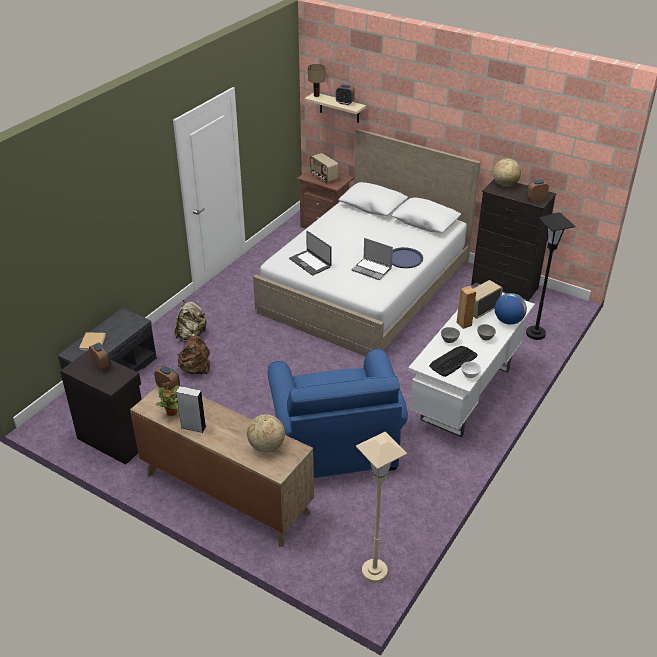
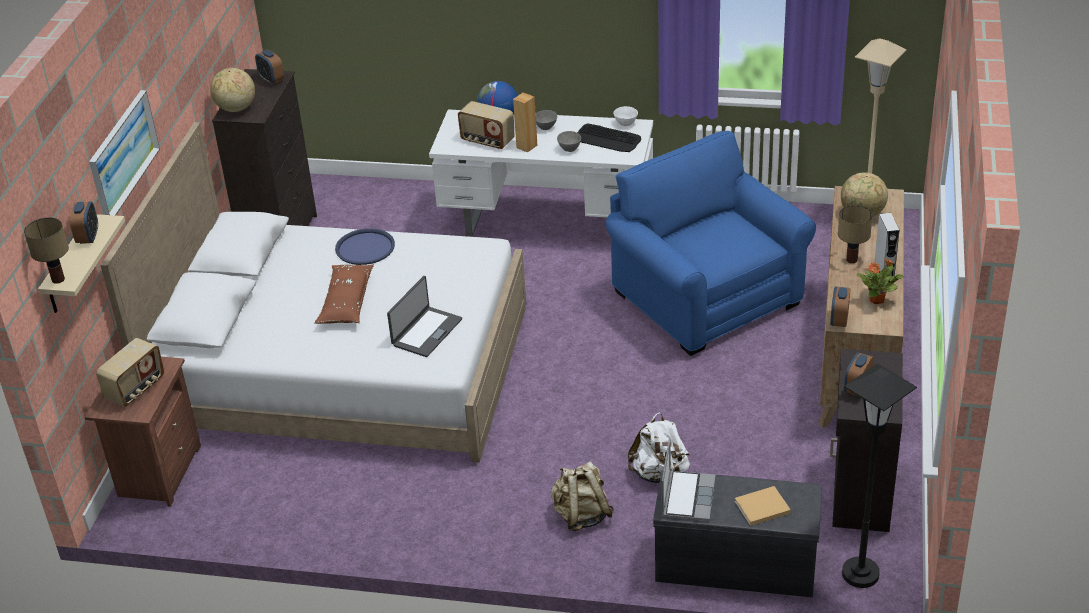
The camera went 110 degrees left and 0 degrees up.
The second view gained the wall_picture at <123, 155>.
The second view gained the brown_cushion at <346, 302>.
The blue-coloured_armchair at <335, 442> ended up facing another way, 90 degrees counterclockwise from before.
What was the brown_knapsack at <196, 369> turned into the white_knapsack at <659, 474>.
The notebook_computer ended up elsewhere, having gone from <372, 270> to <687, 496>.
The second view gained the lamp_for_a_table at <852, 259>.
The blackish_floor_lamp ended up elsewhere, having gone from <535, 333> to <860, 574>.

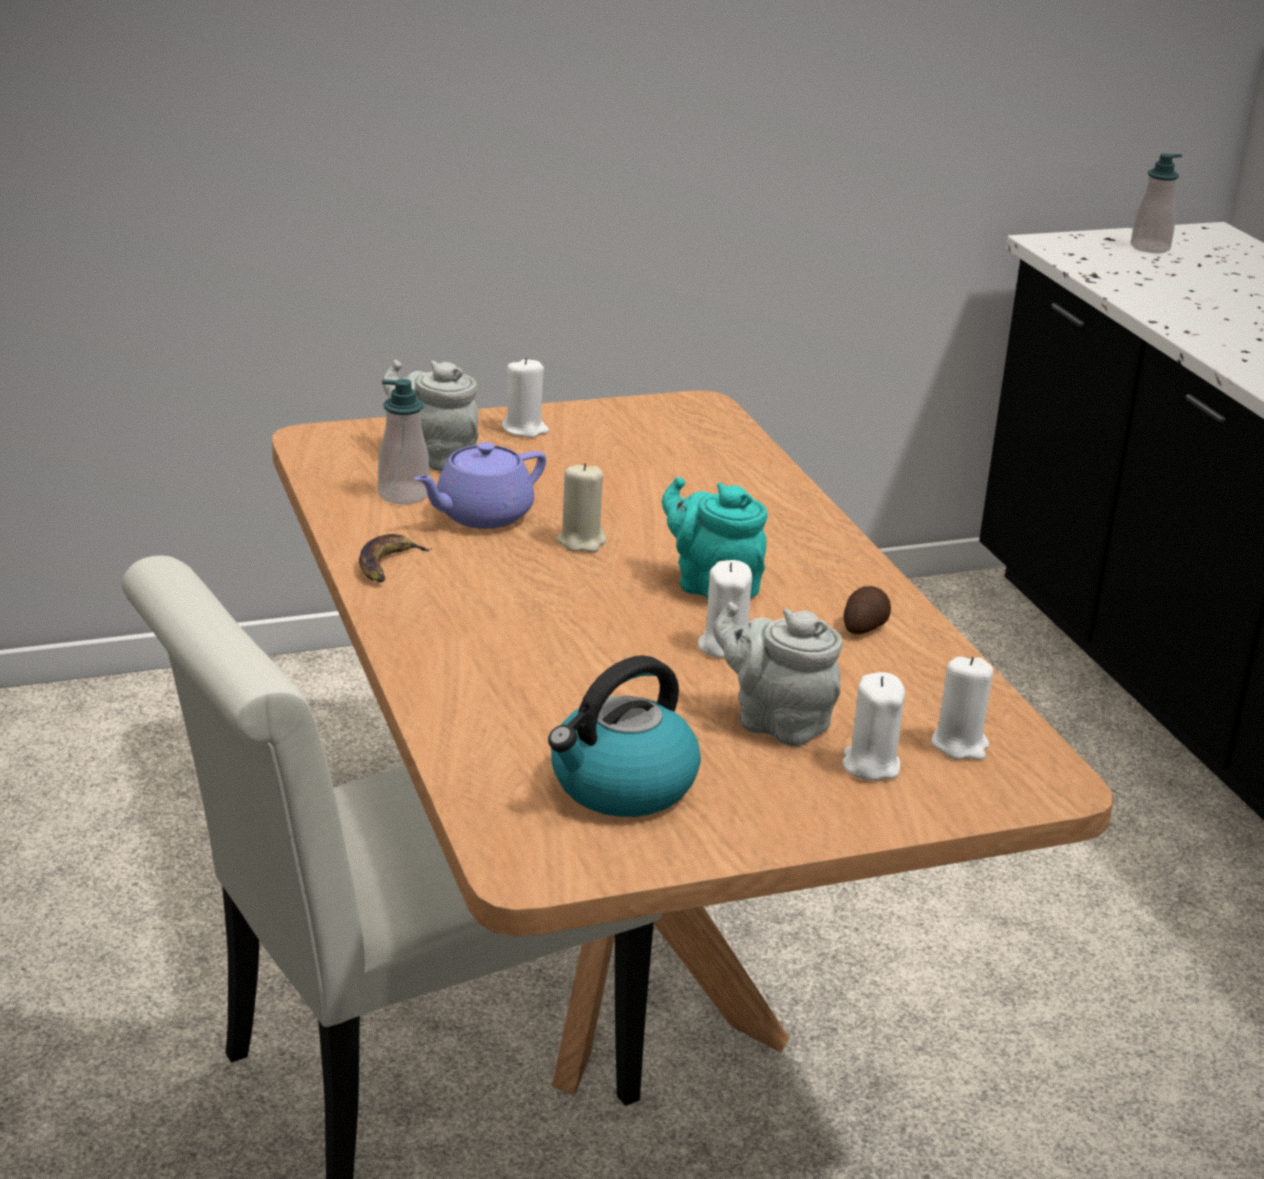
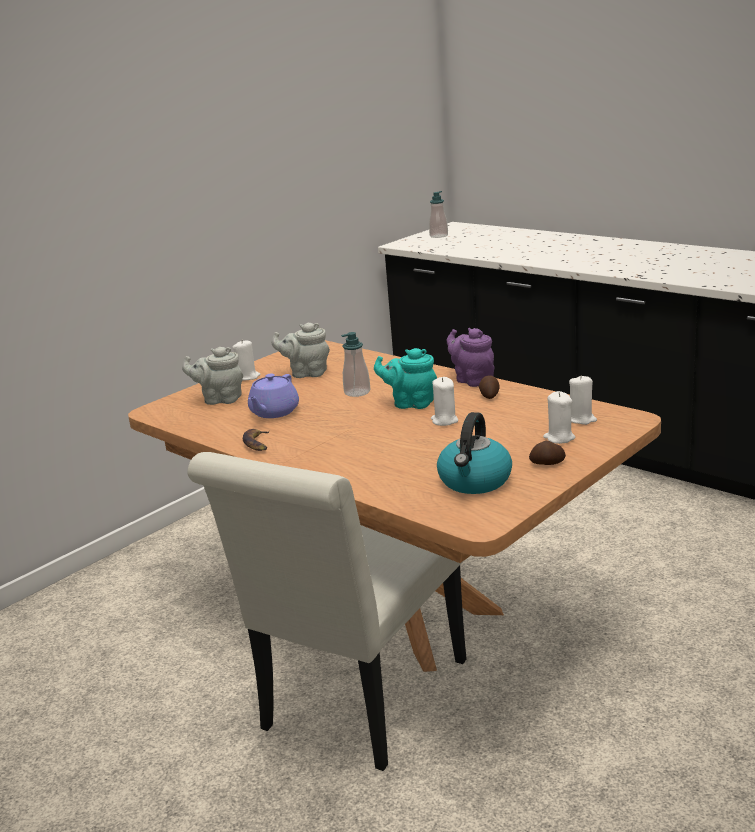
The camera went 25 degrees left and 5 degrees down.
The grey_pot_for_tea ended up elsewhere, having gone from <776, 722> to <306, 373>.
The liquid_soap_bottle ended up elsewhere, having gone from <403, 495> to <357, 392>.
The second view gained the purplish_pot_for_tea at <472, 380>.
The second view gained the potato at <547, 463>.
The second view lost the beige_wax_light at <582, 541>.

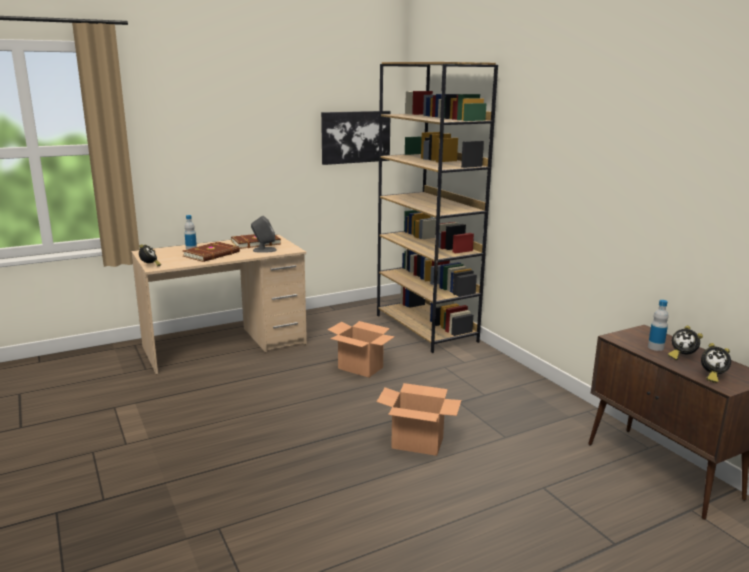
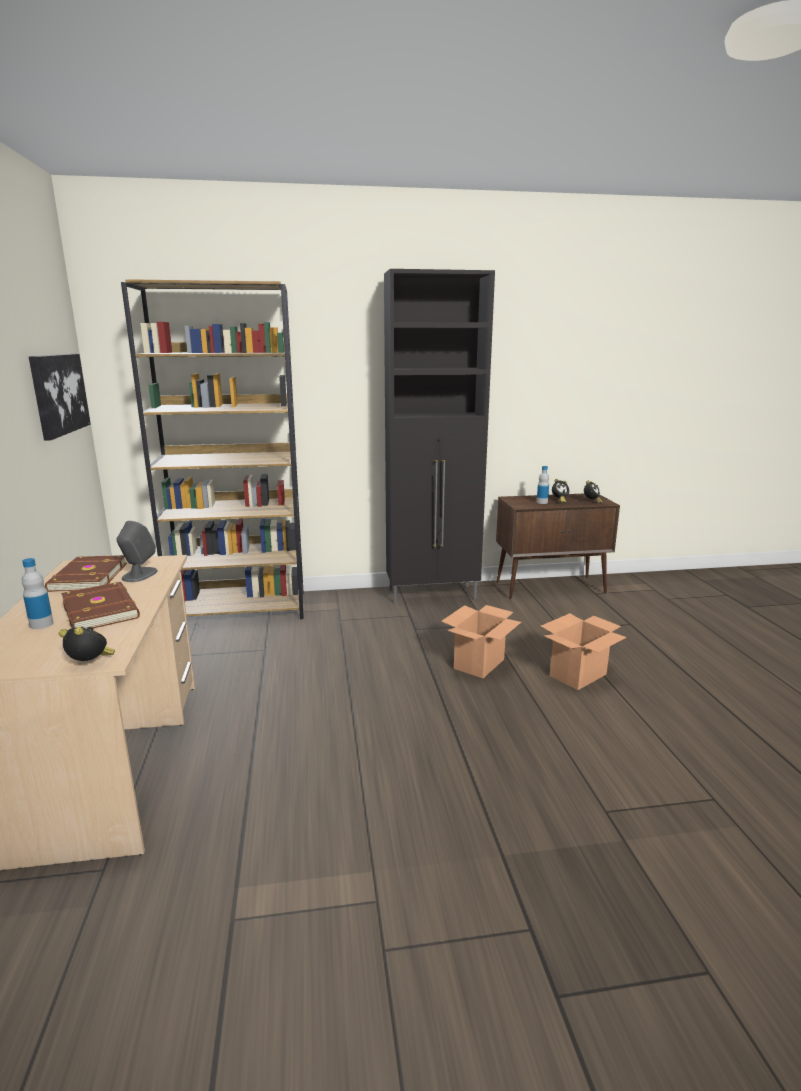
The camera went 70 degrees left and 0 degrees up.
The second view gained the blackish_cupboard at <433, 594>.
The carton ended up elsewhere, having gone from <361, 368> to <578, 674>.

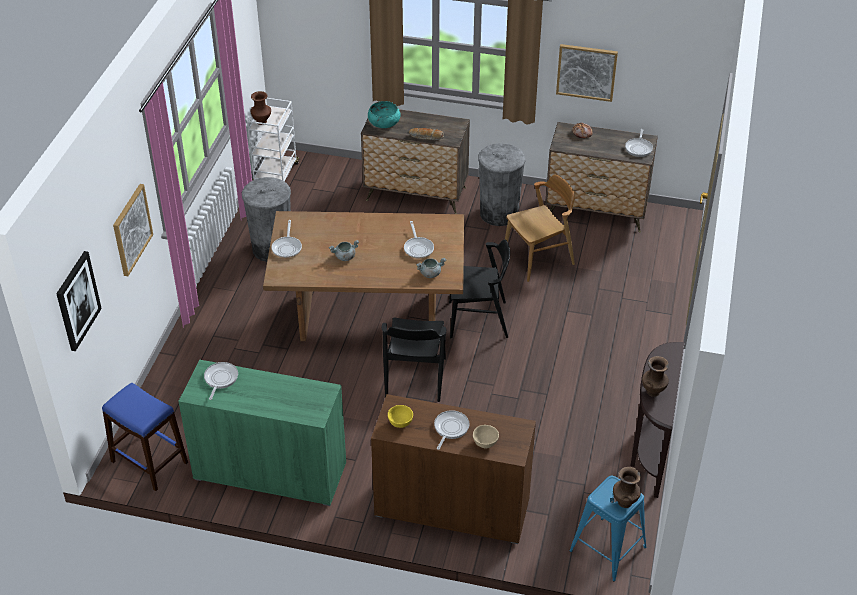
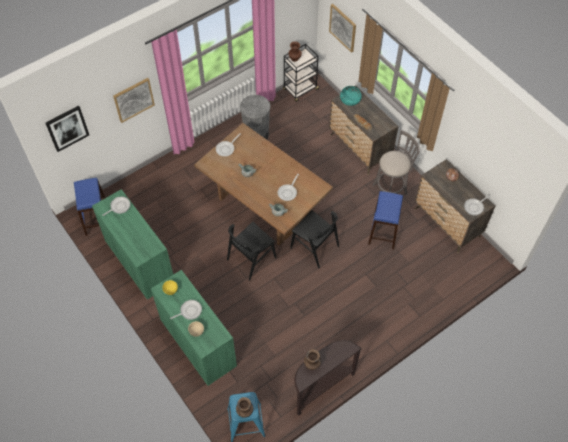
The camera went 40 degrees right and 15 degrees up.
What was the brown_cupboard at <452, 507> turned into the green_cupboard at <198, 343>.
What was the white_wheeled_cart at <276, 174> turned into the blackish_wheeled_cart at <300, 90>.
The wall_picture ended up elsewhere, having gone from <586, 72> to <343, 27>.
Where the brown_upright_chair stood at <539, 258>, the blue-coloured_stool came to stand at <384, 231>.
Where the grey_rubbish_bin stood at <499, 213>, the grey_stool came to stand at <391, 189>.

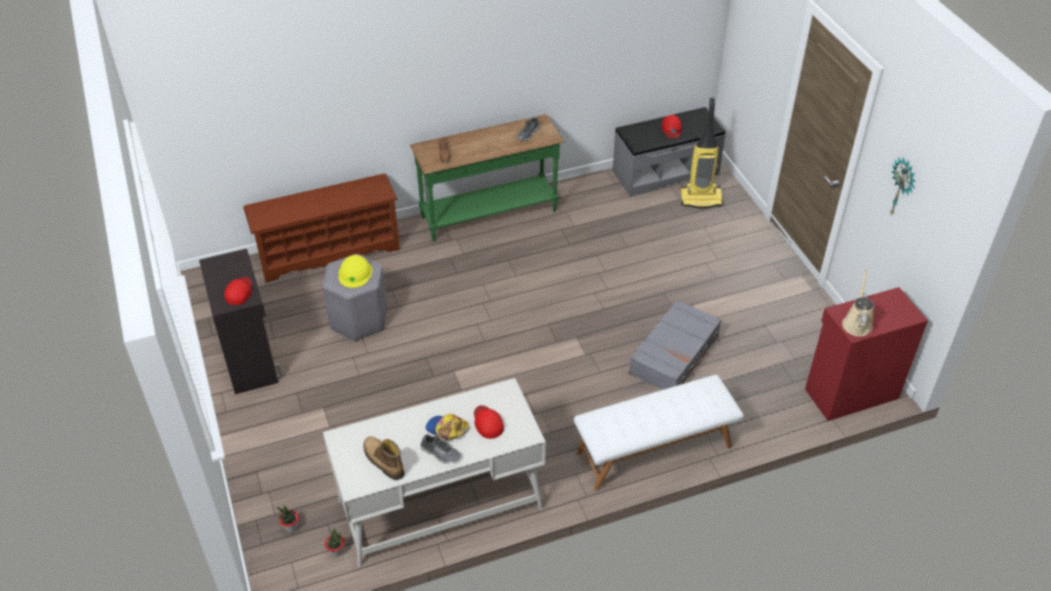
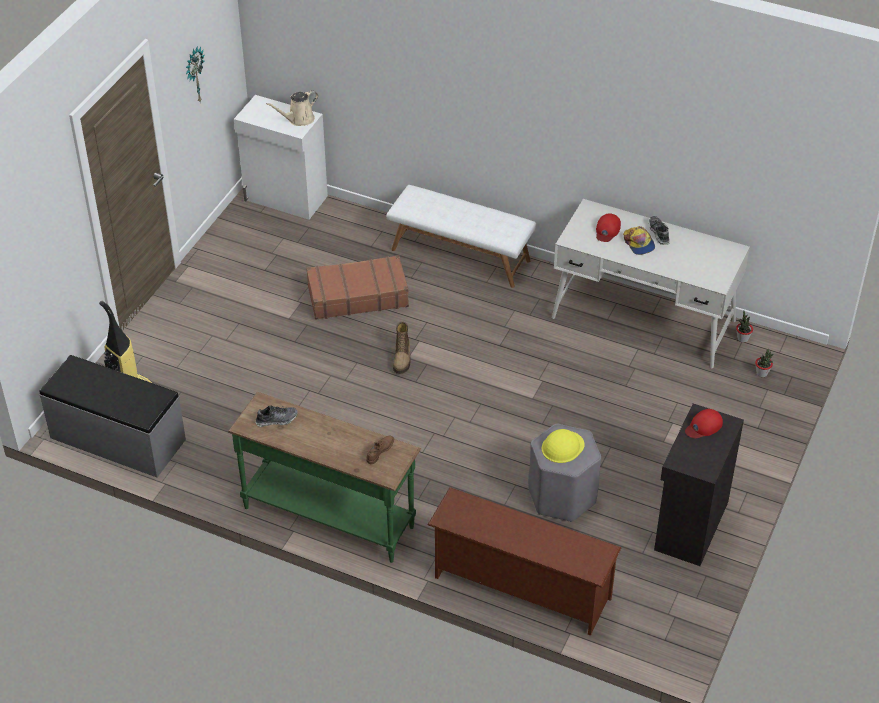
The camera went 135 degrees left and 0 degrees up.
What was the red_cupboard at <850, 393> turned into the white_cupboard at <285, 198>.
What was the grey_suitcase at <675, 355> turned into the brown_suitcase at <357, 296>.
The boot ended up elsewhere, having gone from <383, 461> to <402, 359>.
The second view lost the red_peaked_cap at <671, 129>.

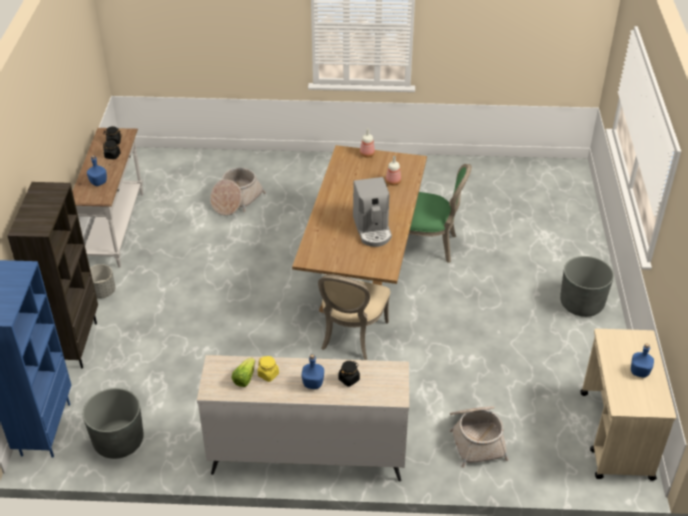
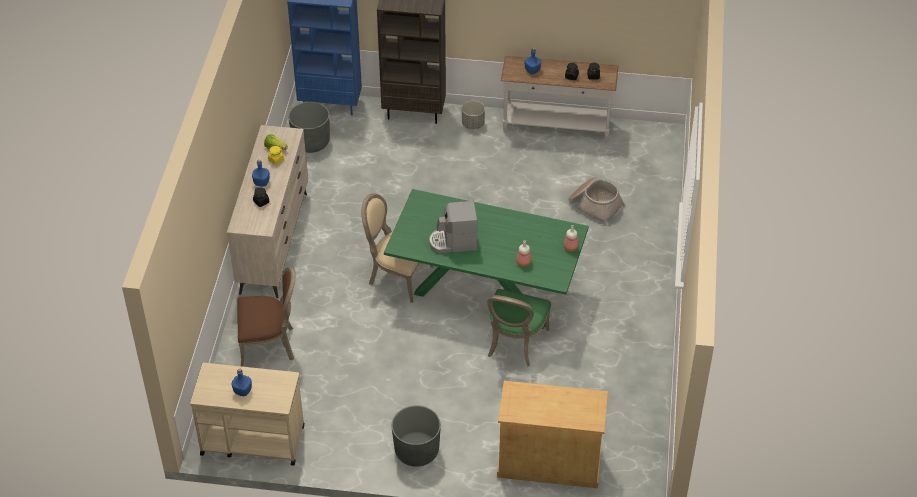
The camera went 95 degrees right and 5 degrees up.
Where the basket stood at <476, 438>, the brown_upright_chair came to stand at <269, 345>.
What was the brown_dinner_table at <363, 268> turned into the green_dinner_table at <485, 291>.
The second view gained the beige_cupboard at <549, 463>.

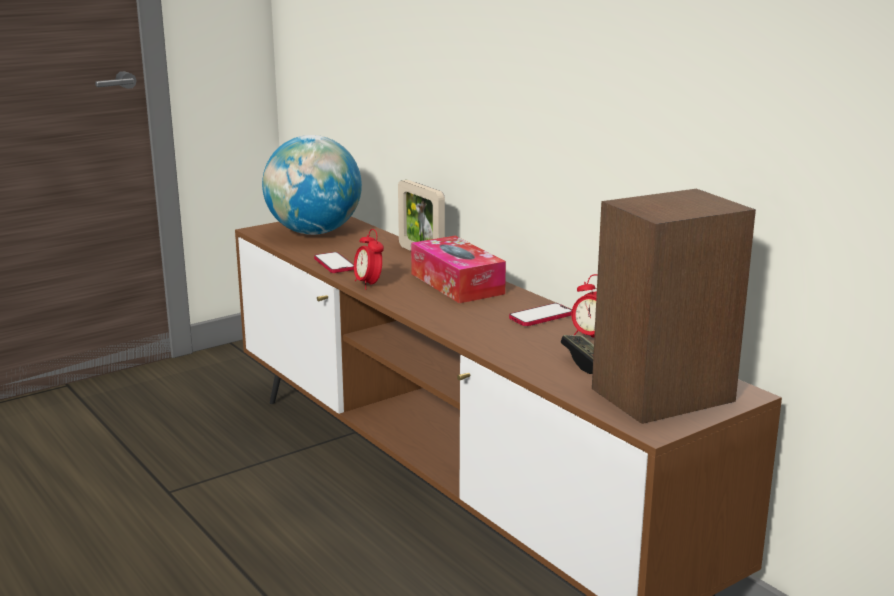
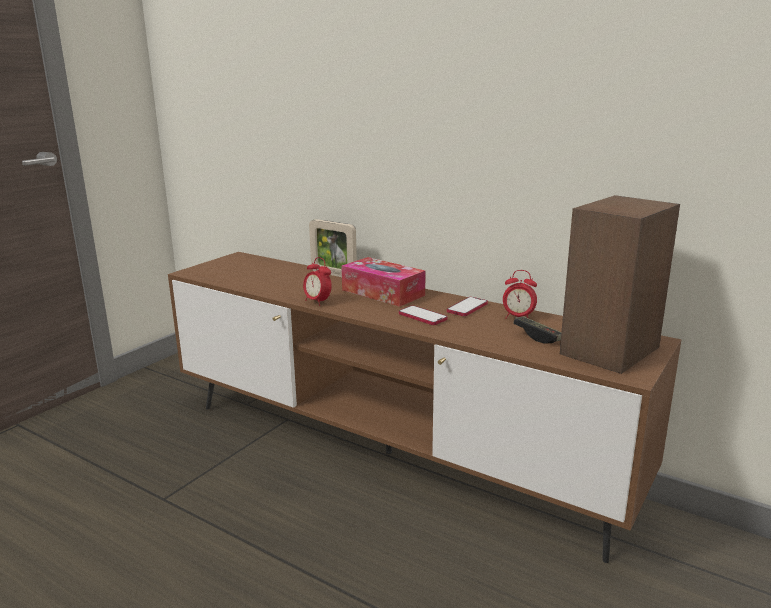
The camera went 20 degrees left and 0 degrees up.
The phone ended up elsewhere, having gone from <334, 264> to <422, 317>.
The second view lost the world_globe at <314, 232>.

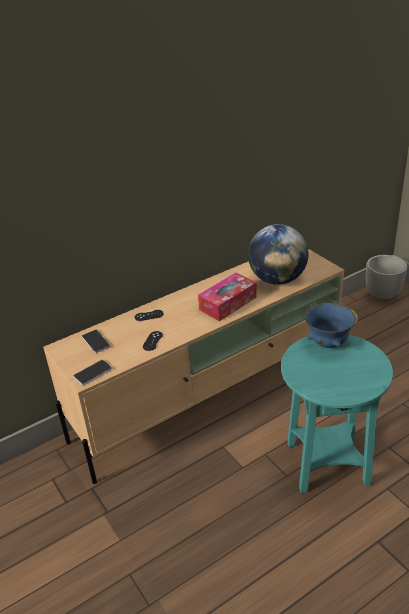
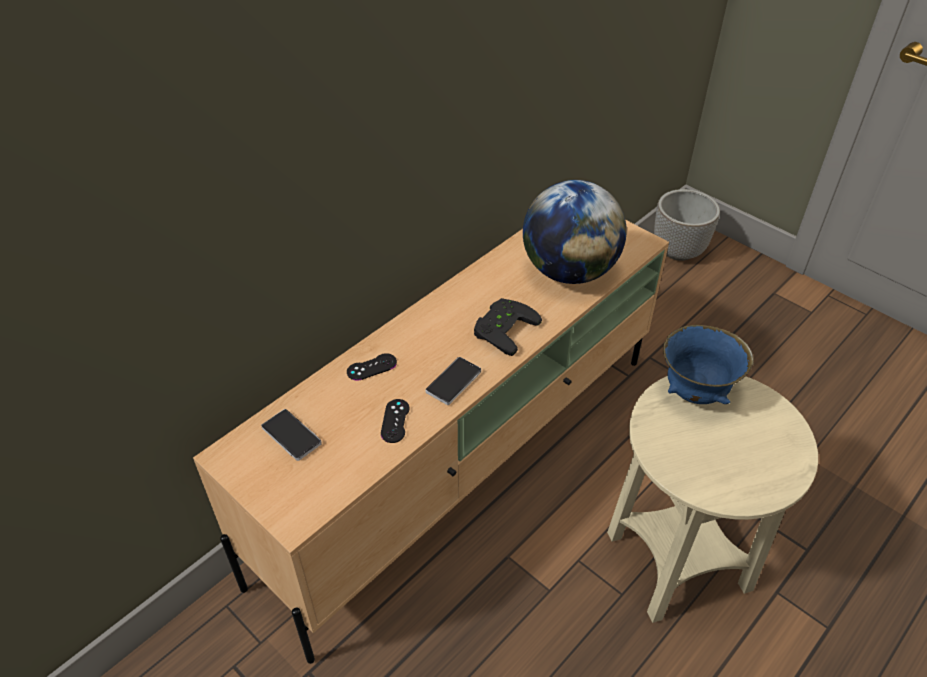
The camera went 15 degrees left and 10 degrees up.
The phone ended up elsewhere, having gone from <93, 373> to <453, 382>.
Where the tissue_box stood at <228, 303>, the blackish_gamepad came to stand at <502, 328>.
What was the blue-green_side_table at <327, 463> turned into the beige_side_table at <677, 561>.

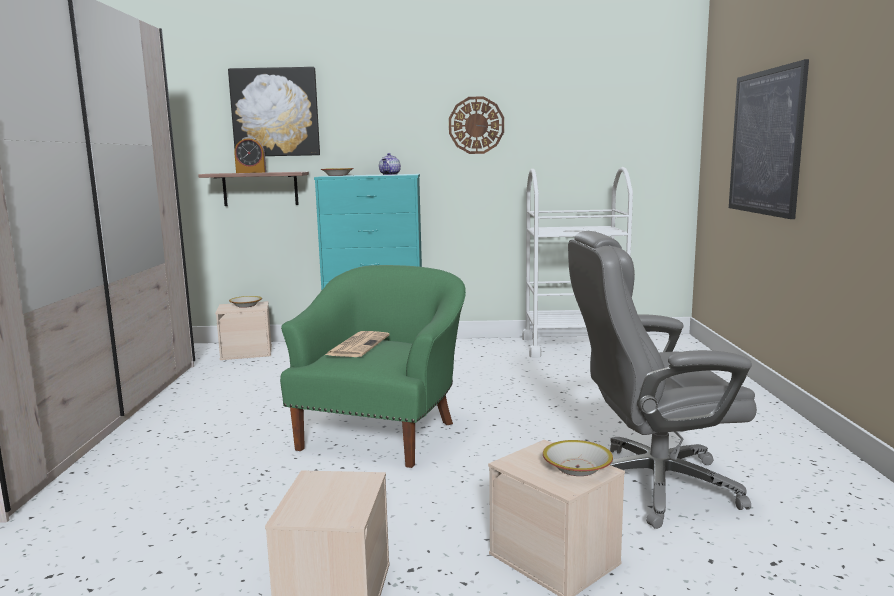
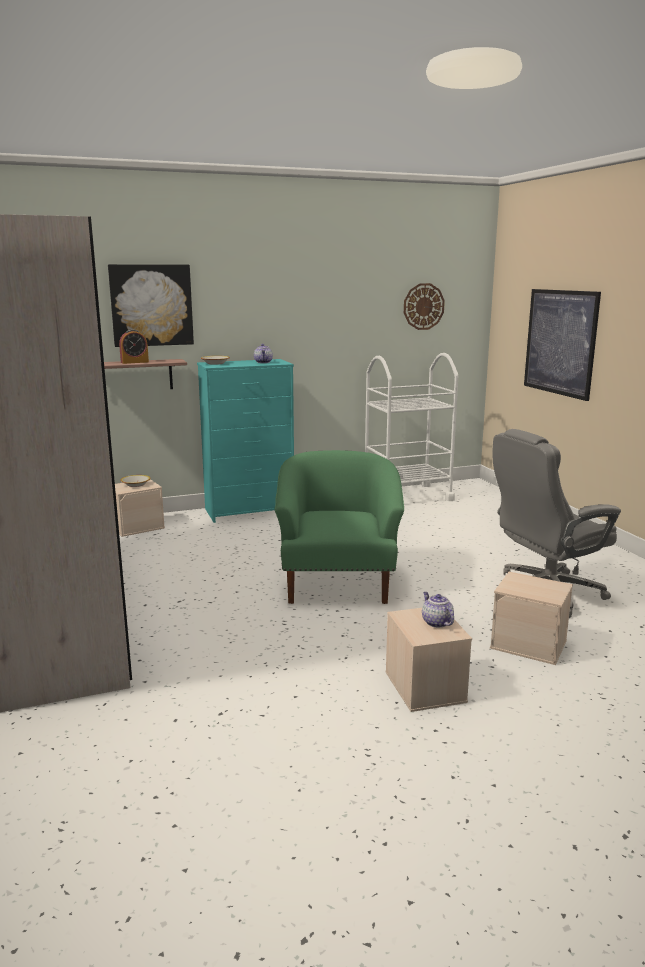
The camera went 20 degrees left and 5 degrees up.
The clock_on_the_wall ended up elsewhere, having gone from <476, 125> to <423, 306>.
The second view gained the pot_for_tea at <436, 622>.
The second view lost the newspaper at <358, 345>.
The second view lost the serving_bowl at <577, 468>.

